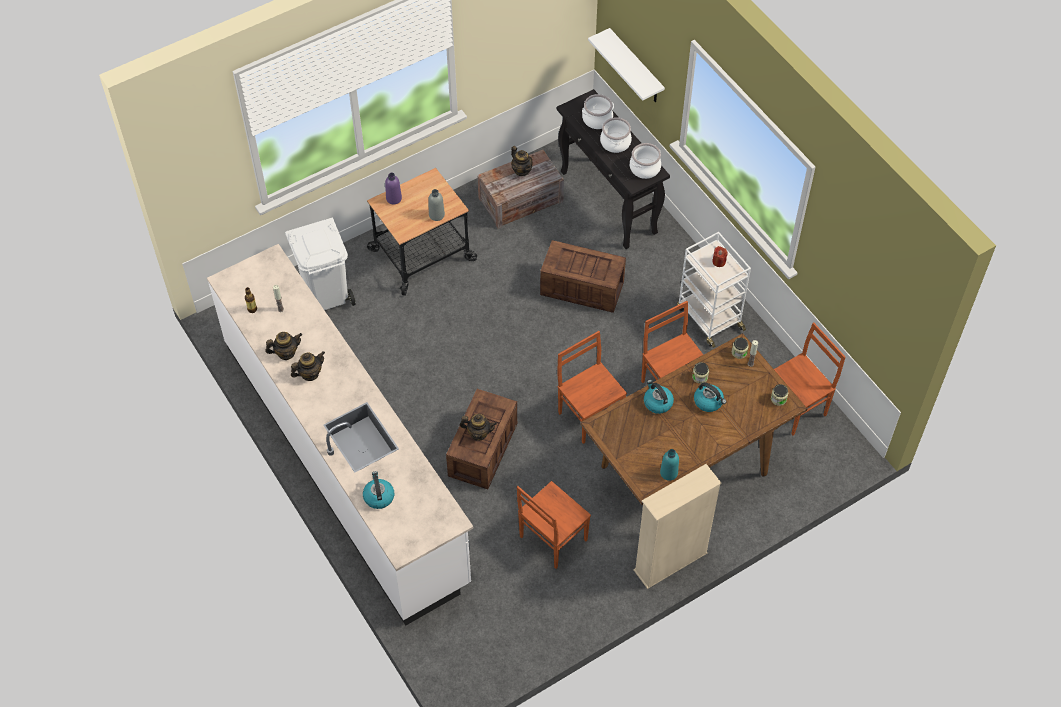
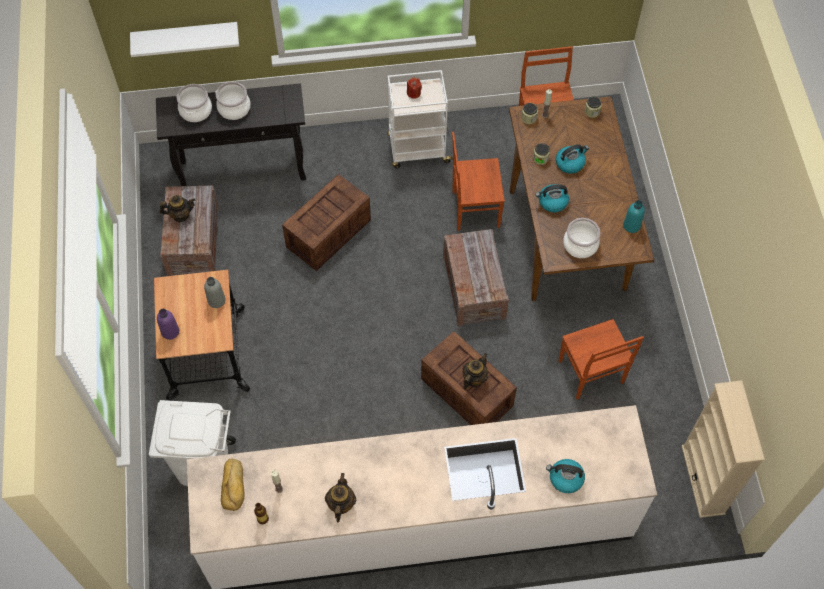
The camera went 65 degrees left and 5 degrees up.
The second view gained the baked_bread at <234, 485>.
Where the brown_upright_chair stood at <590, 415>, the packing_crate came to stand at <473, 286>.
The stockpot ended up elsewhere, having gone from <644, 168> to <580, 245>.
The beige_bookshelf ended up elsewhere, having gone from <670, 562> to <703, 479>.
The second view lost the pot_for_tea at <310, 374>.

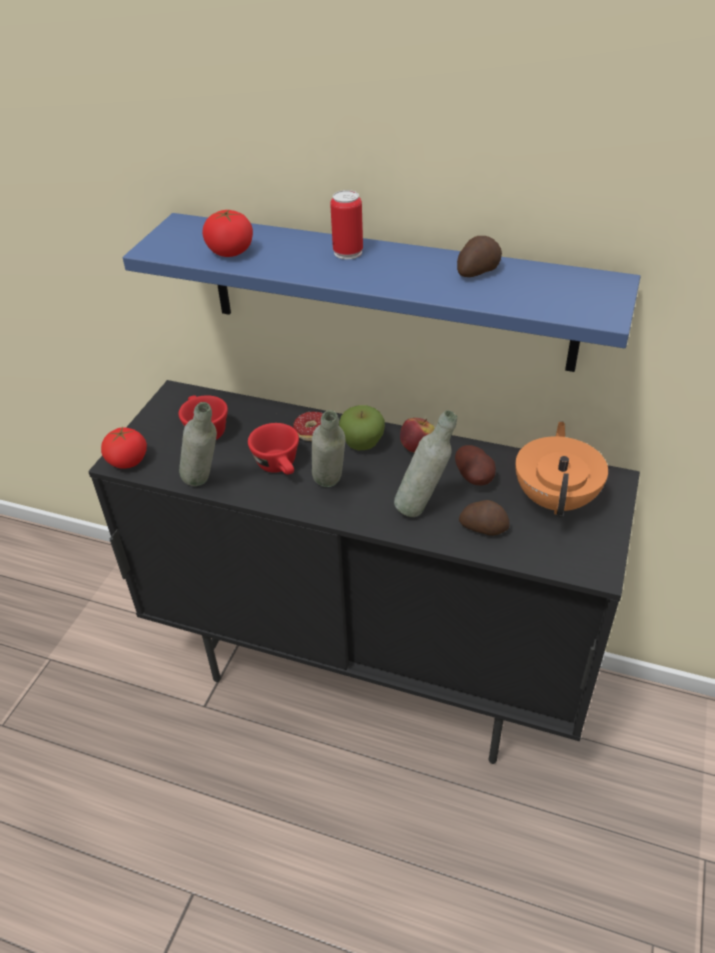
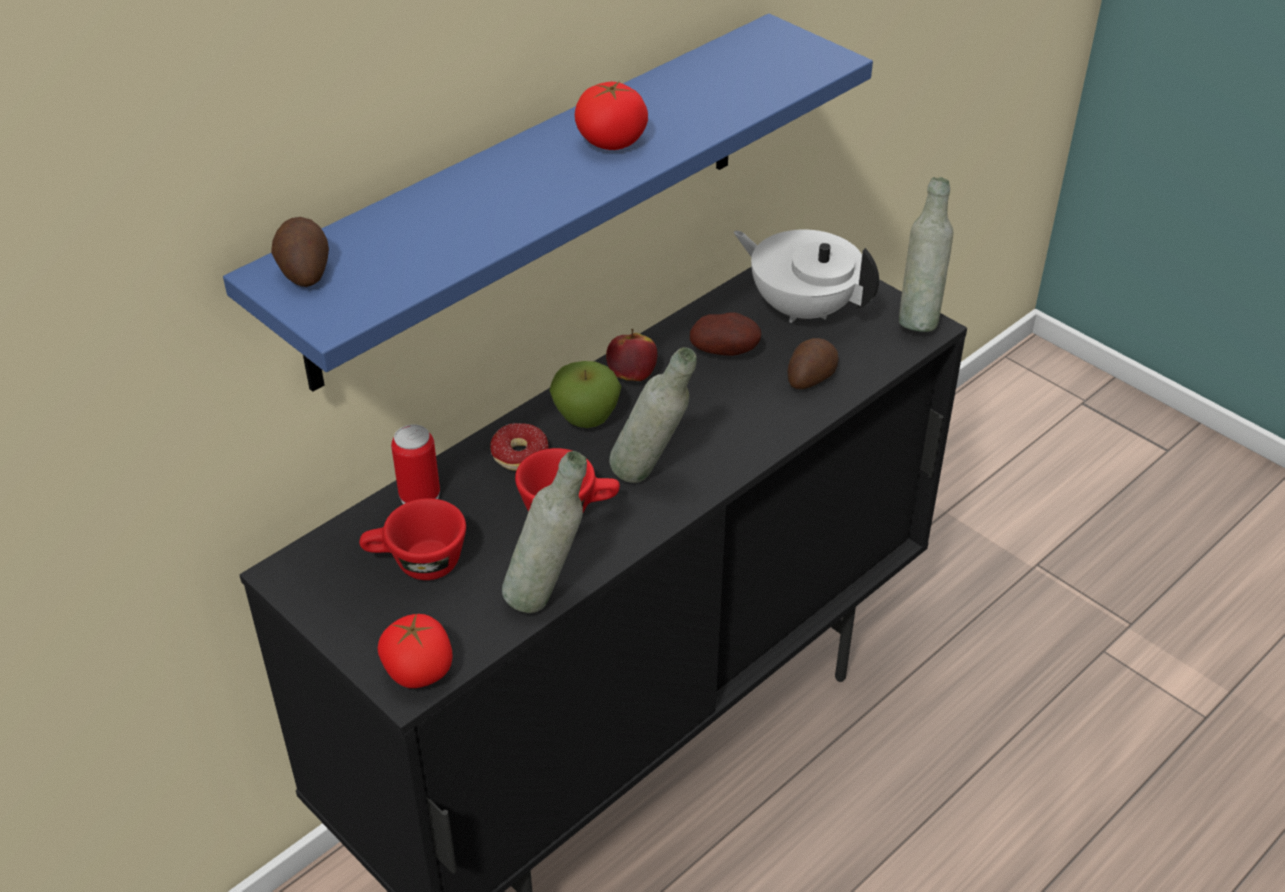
The camera went 65 degrees left and 0 degrees up.
The potato ended up elsewhere, having gone from <477, 271> to <304, 270>.
The sealed_can ended up elsewhere, having gone from <348, 252> to <419, 496>.
The fresh_tomato ended up elsewhere, having gone from <230, 252> to <611, 142>.
What was the orange_pot_for_tea at <556, 498> turned into the white_pot_for_tea at <802, 308>.
The grey_beverage_bottle ended up elsewhere, having gone from <423, 508> to <918, 319>.

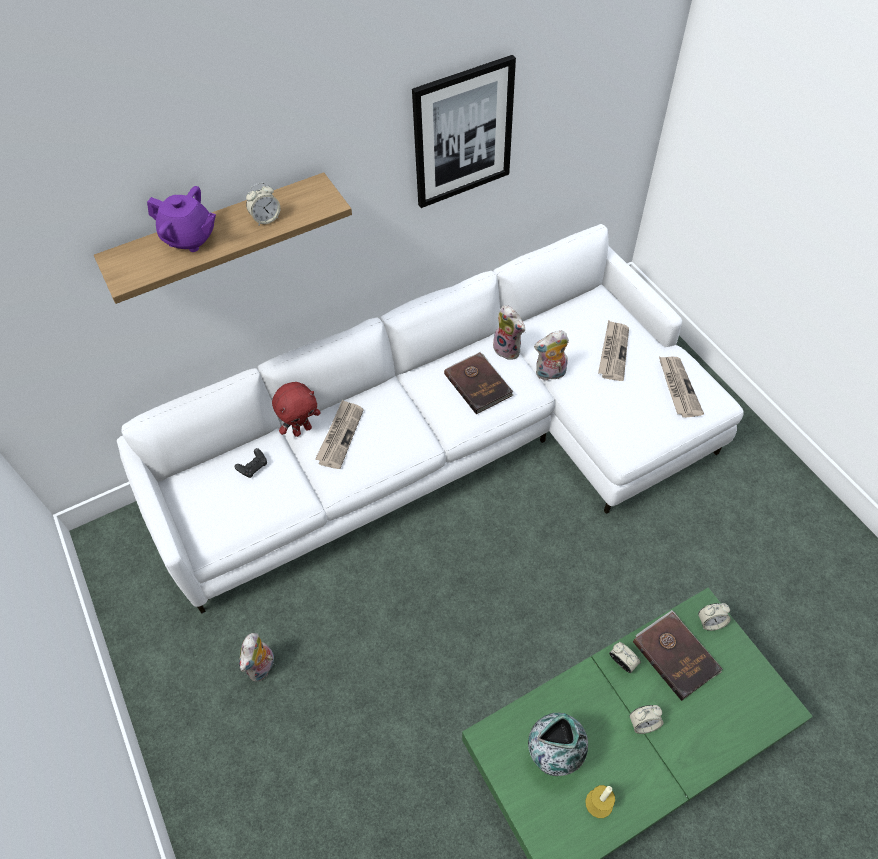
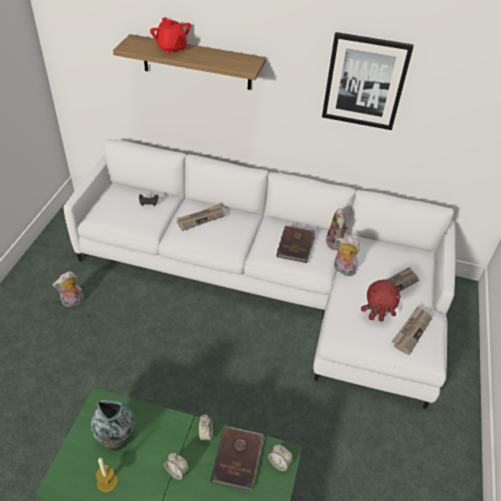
The camera went 40 degrees right and 10 degrees down.
What was the purplish_pot_for_tea at <190, 238> turned into the red_pot_for_tea at <171, 48>.
The red_soft_toy ended up elsewhere, having gone from <302, 430> to <376, 318>.
The second view lost the alarm_clock at <266, 219>.

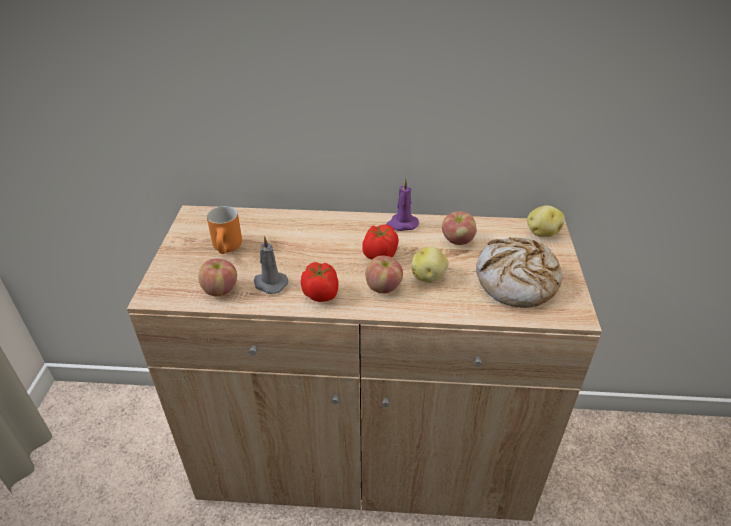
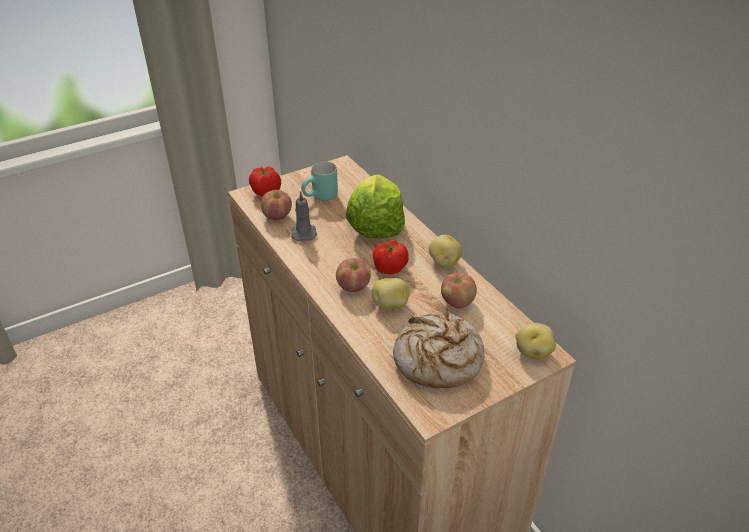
The camera went 55 degrees right and 0 degrees up.
The fresh_tomato ended up elsewhere, having gone from <321, 294> to <266, 192>.
What was the orange_coffee_mug at <229, 249> turned into the blue-green_coffee_mug at <321, 198>.
The second view gained the head_of_lettuce at <375, 224>.
Where the purplish_wax_light stood at <401, 224>, the potato came to stand at <443, 262>.

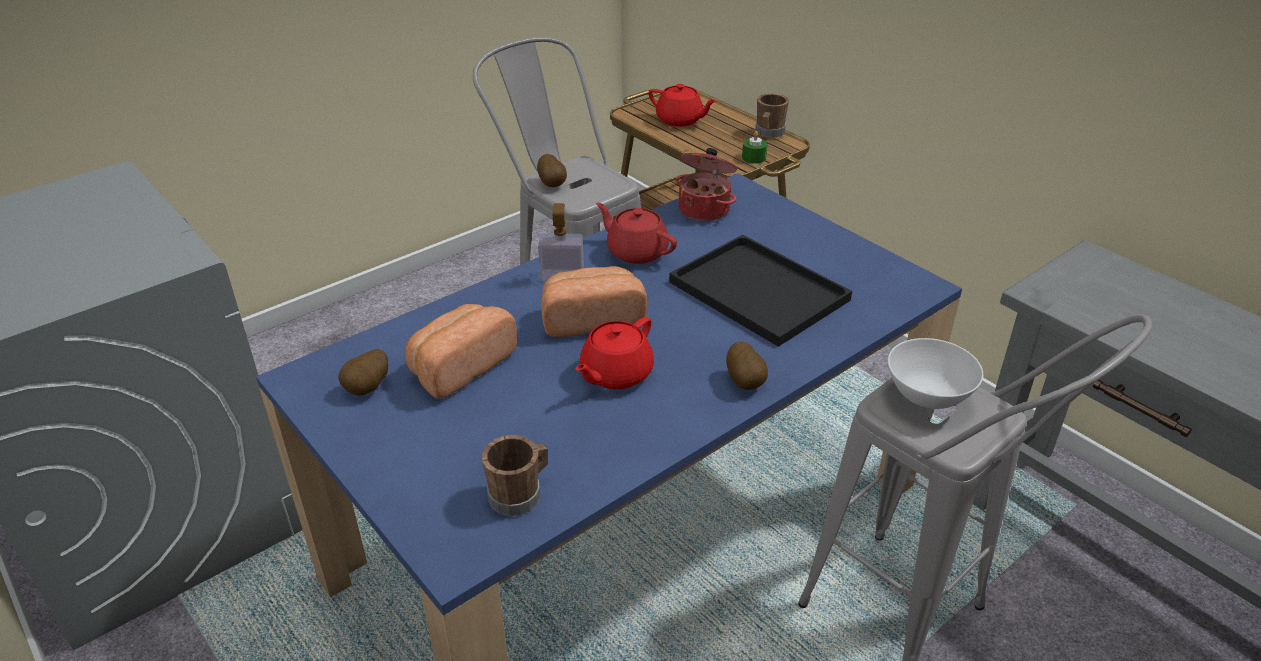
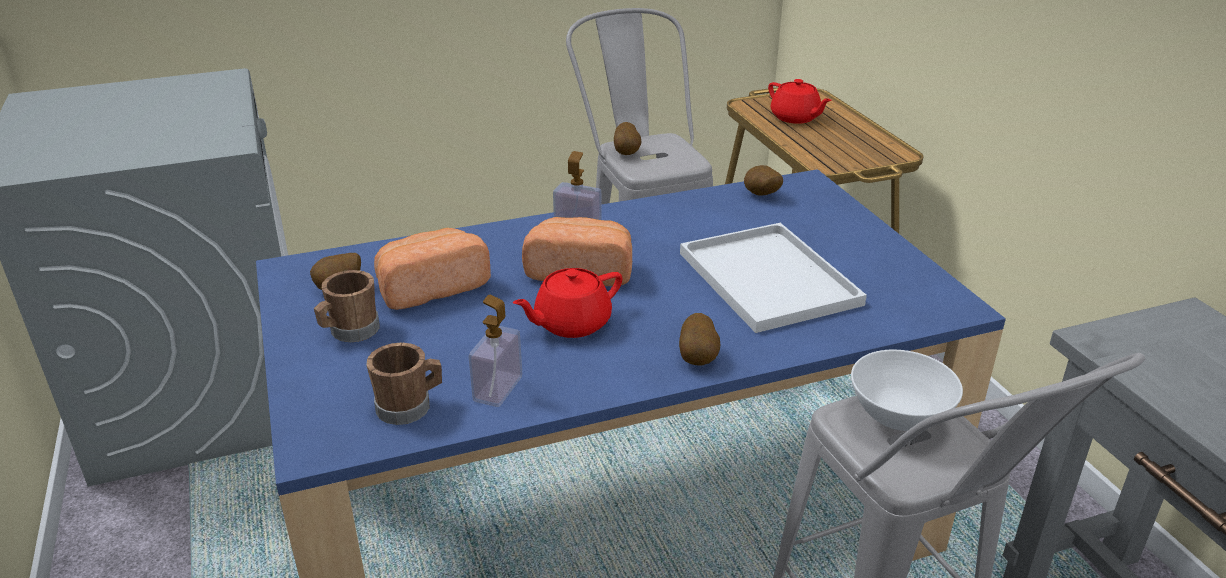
The camera went 20 degrees right and 5 degrees down.
The brown_coffee_mug ended up elsewhere, having gone from <768, 133> to <350, 332>.
The second view gained the liquid_soap_bottle at <498, 389>.
What was the blackish_carrying_tray at <755, 290> turned into the white_carrying_tray at <765, 277>.
Where the stockpot stood at <705, 209>, the potato came to stand at <761, 196>.
The second view lost the red_pot_for_tea at <636, 251>.
The second view lost the green_wax_light at <754, 157>.

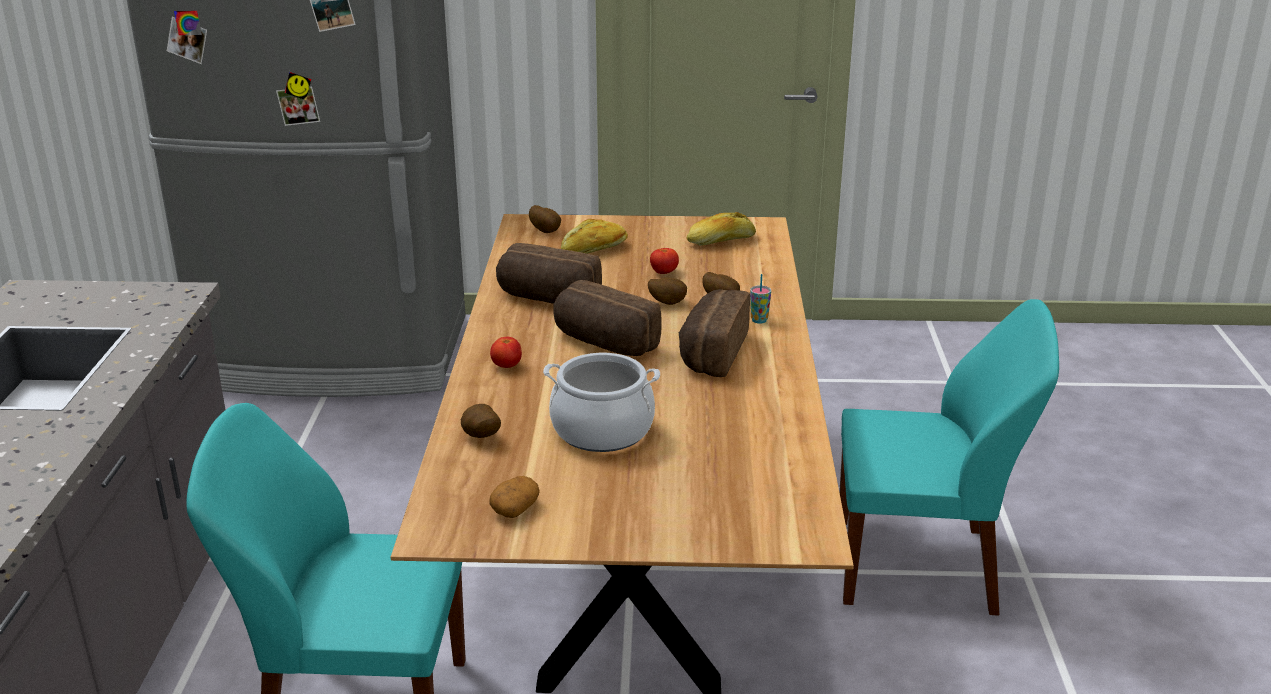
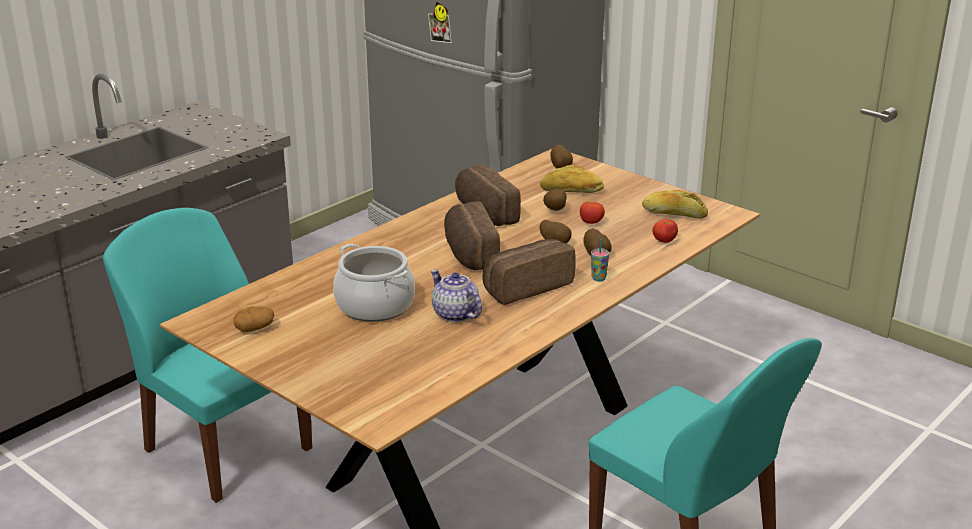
The camera went 40 degrees right and 0 degrees up.
The second view gained the pot_for_tea at <454, 314>.
The potato ended up elsewhere, having gone from <481, 438> to <554, 211>.
The fresh_tomato ended up elsewhere, having gone from <506, 366> to <664, 241>.

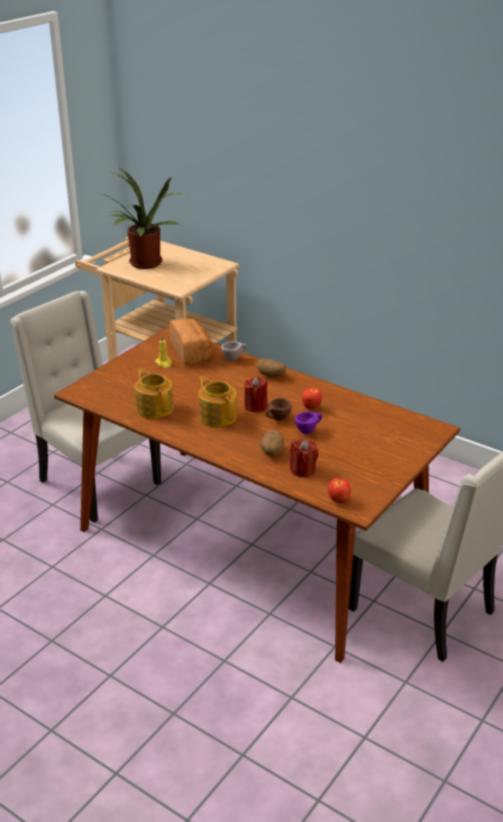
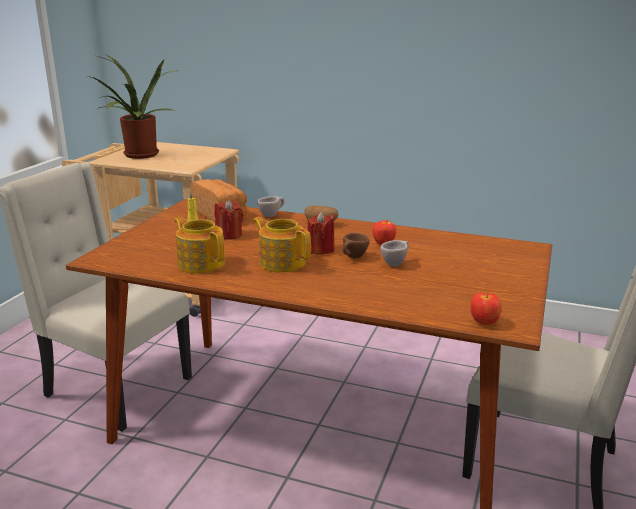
The camera went 15 degrees left and 10 degrees down.
The red_wax_light ended up elsewhere, having gone from <303, 470> to <229, 235>.
What was the purplish_cup at <308, 430> turned into the beige_cup at <395, 263>.
The second view lost the potato at <271, 452>.

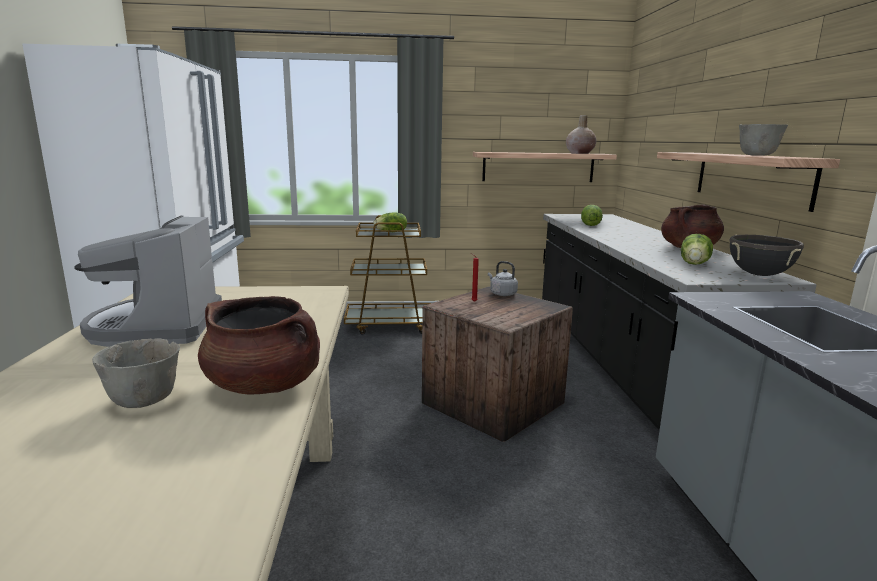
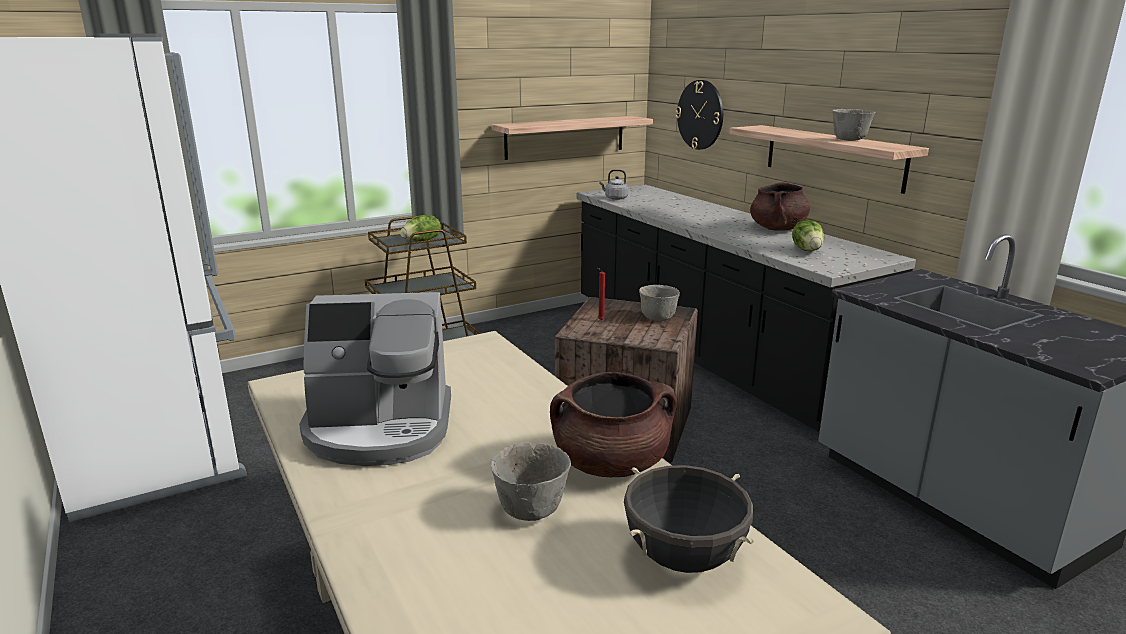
The camera went 25 degrees left and 5 degrees up.
The coffee_machine at <157, 326> ended up facing another way, 60 degrees counterclockwise from before.
The grey_water_kettle ended up elsewhere, having gone from <502, 294> to <615, 198>.
The blackish_stockpot ended up elsewhere, having gone from <759, 275> to <683, 558>.
The second view gained the grey_serving_bowl at <657, 318>.
The second view gained the clock_on_the_wall at <700, 115>.
The second view lost the beige_vase at <580, 153>.
The second view lost the head_of_lettuce at <589, 225>.

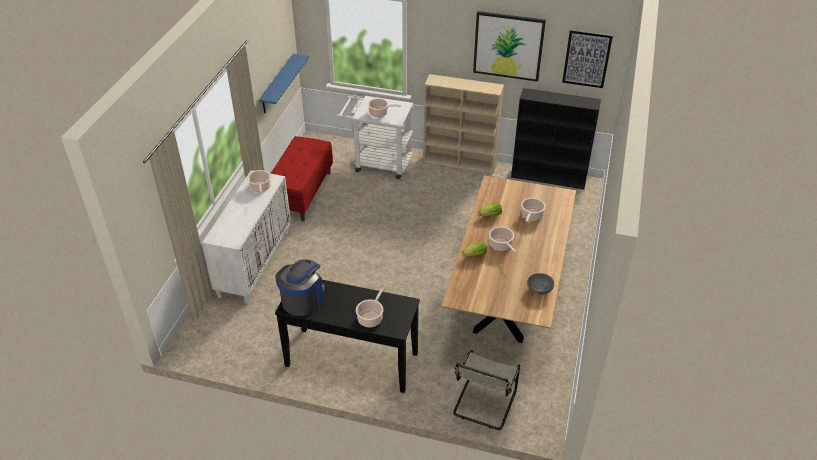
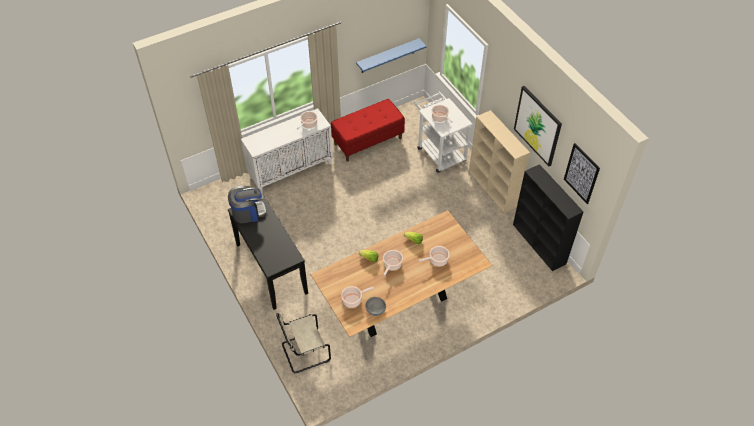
The camera went 45 degrees right and 10 degrees up.
The stockpot ended up elsewhere, having gone from <370, 318> to <353, 300>.

